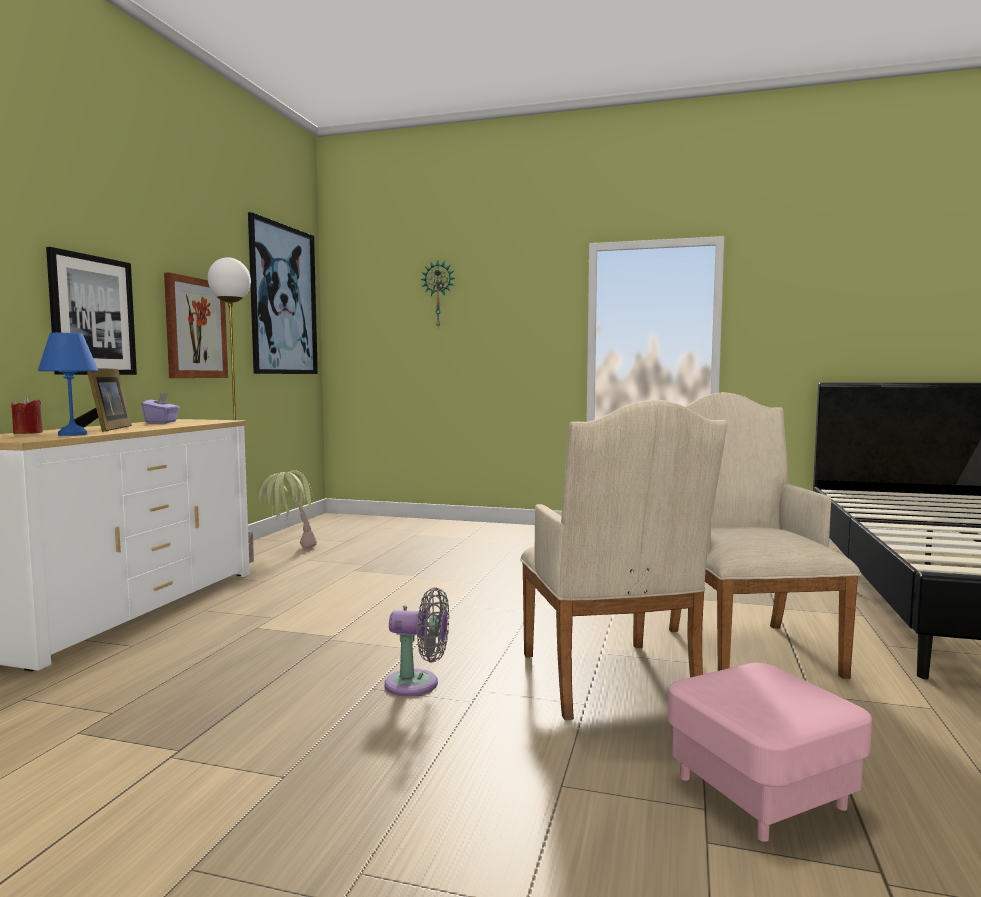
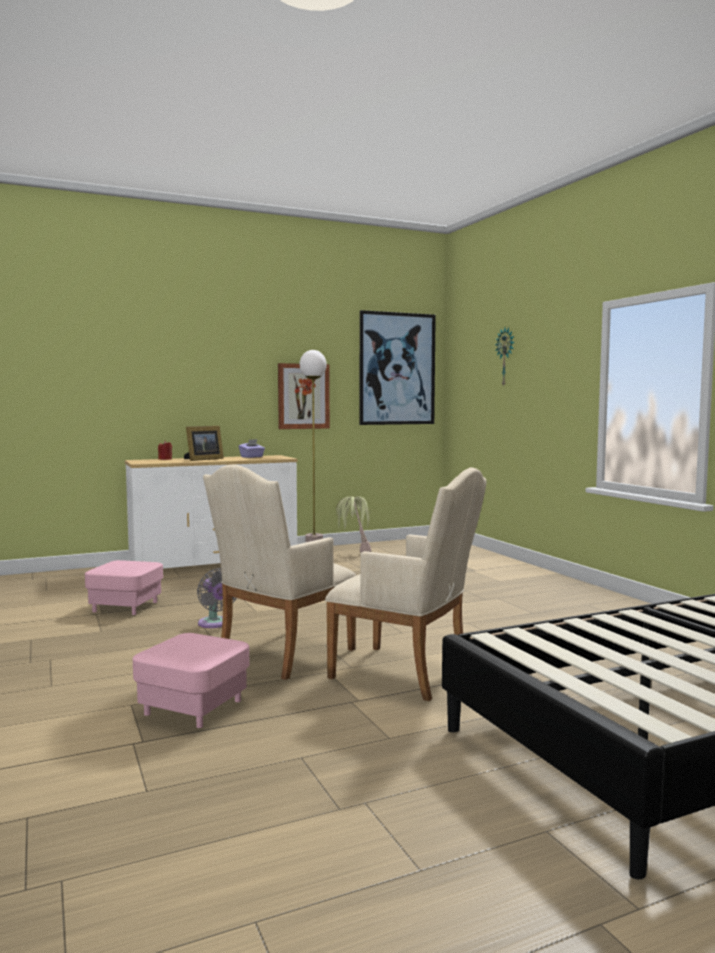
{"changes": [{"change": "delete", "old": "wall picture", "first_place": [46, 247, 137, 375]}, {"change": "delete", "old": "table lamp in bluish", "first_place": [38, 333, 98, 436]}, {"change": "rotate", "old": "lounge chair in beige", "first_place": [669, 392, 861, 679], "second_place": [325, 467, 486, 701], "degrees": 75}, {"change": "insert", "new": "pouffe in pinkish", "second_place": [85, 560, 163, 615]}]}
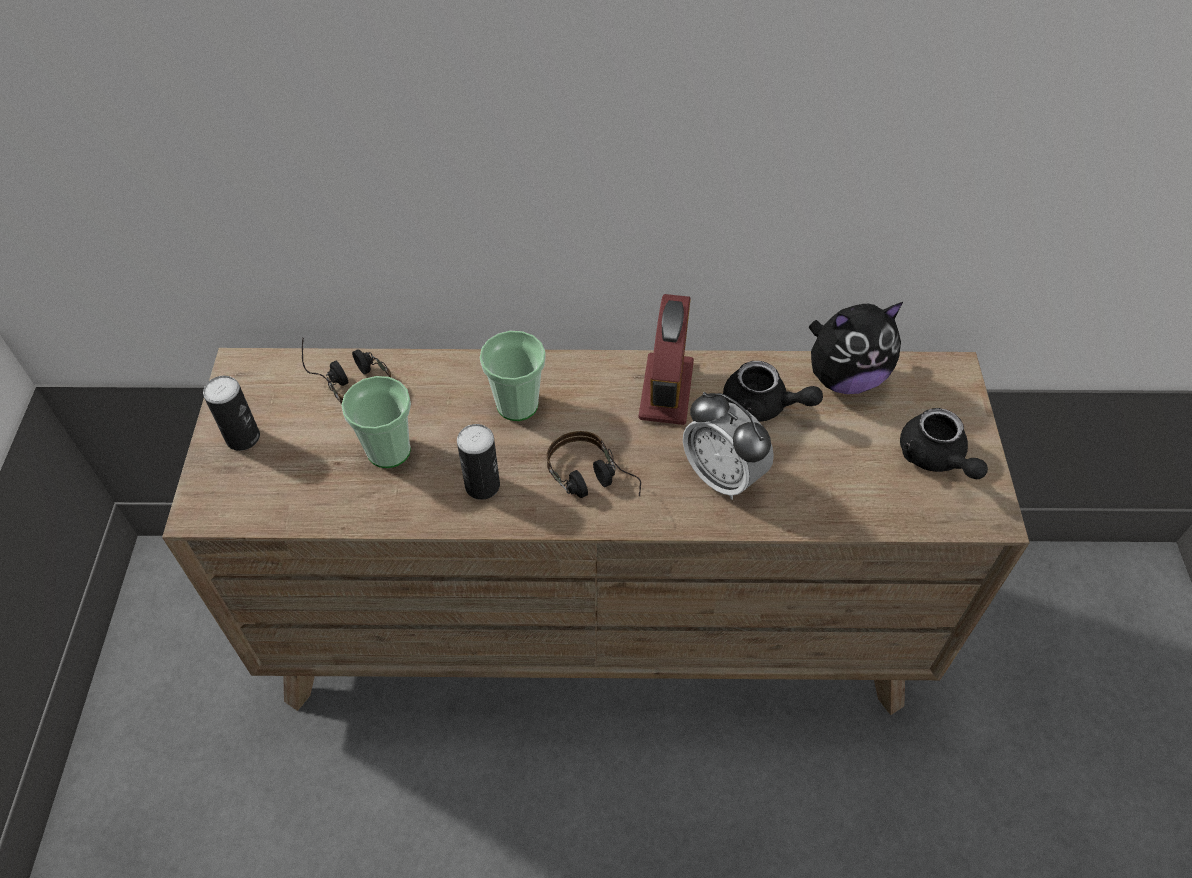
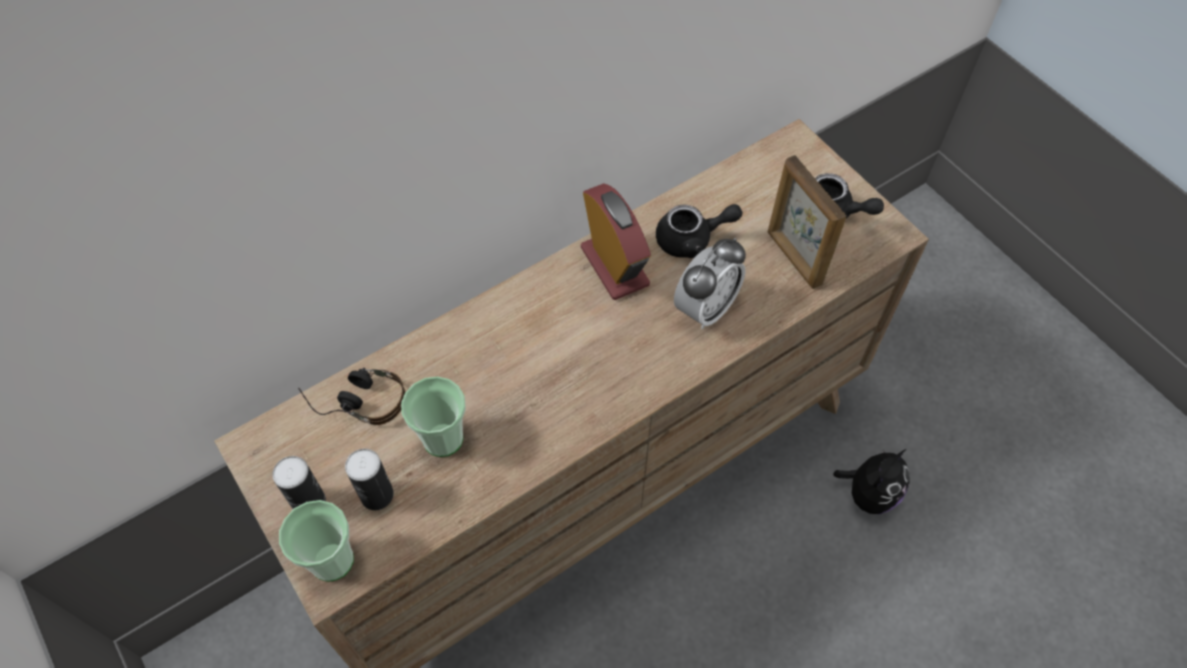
{"changes": [{"change": "move", "old": "soft toy", "first_place": [809, 302, 903, 394], "second_place": [833, 449, 910, 514]}, {"change": "move", "old": "small cup", "first_place": [480, 331, 546, 421], "second_place": [279, 500, 354, 582]}, {"change": "rotate", "old": "bedside clock", "first_place": [683, 392, 774, 500], "second_place": [674, 238, 746, 329], "degrees": -60}, {"change": "move", "old": "can", "first_place": [457, 424, 500, 500], "second_place": [345, 449, 394, 510]}, {"change": "delete", "old": "headphones", "first_place": [547, 431, 641, 498]}, {"change": "insert", "new": "photo frame", "second_place": [768, 155, 846, 289]}]}
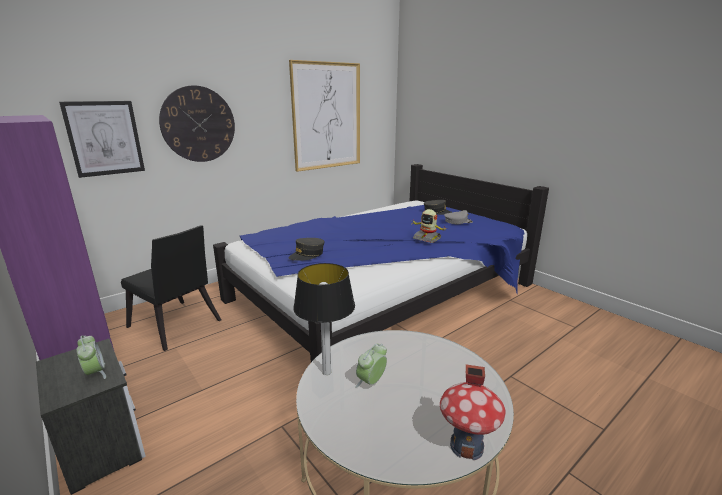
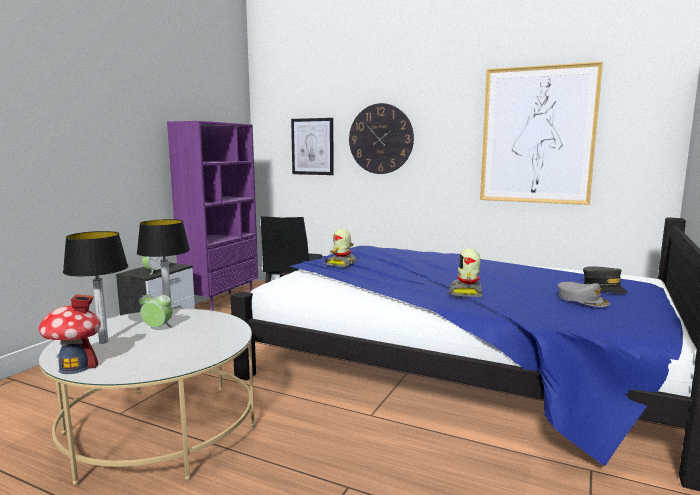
{"changes": [{"change": "replace", "old": "cap in gray", "new": "toy robot", "first_place": [288, 238, 324, 261], "second_place": [324, 229, 357, 267]}, {"change": "insert", "new": "table lamp", "second_place": [63, 231, 128, 344]}]}
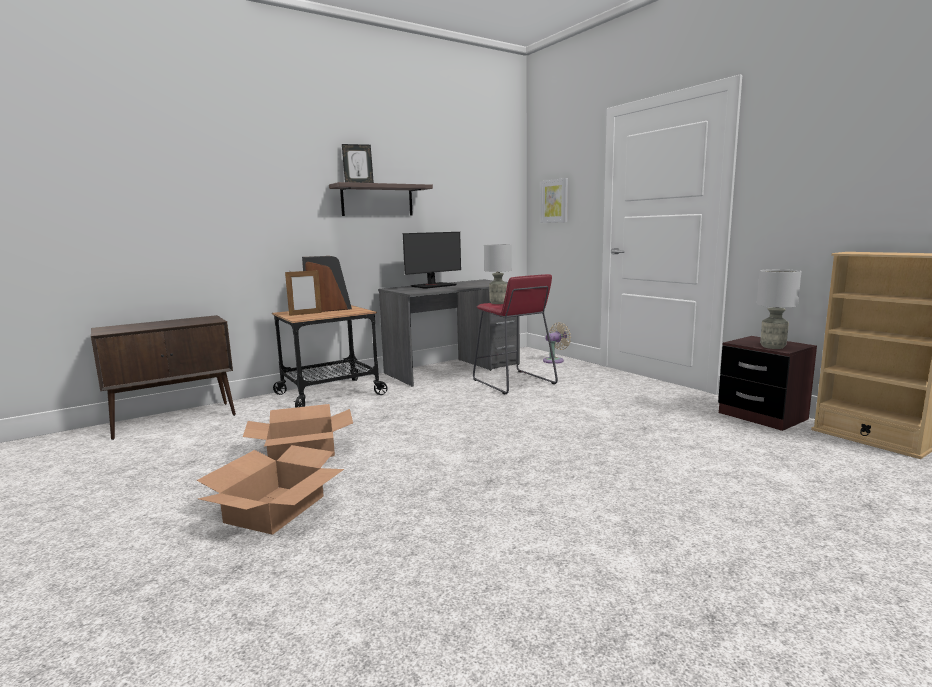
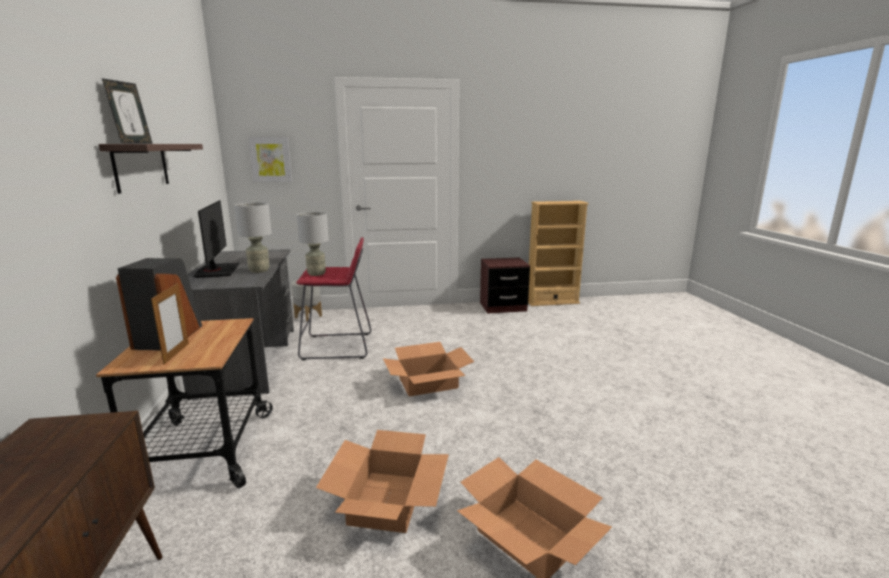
{"changes": [{"change": "move", "old": "table lamp in gray", "first_place": [757, 269, 801, 349], "second_place": [234, 202, 272, 273]}, {"change": "replace", "old": "cooling fan in beige", "new": "flower pot in gray", "first_place": [543, 322, 571, 364], "second_place": [292, 280, 322, 322]}, {"change": "insert", "new": "cardboard box", "second_place": [383, 342, 474, 397]}]}
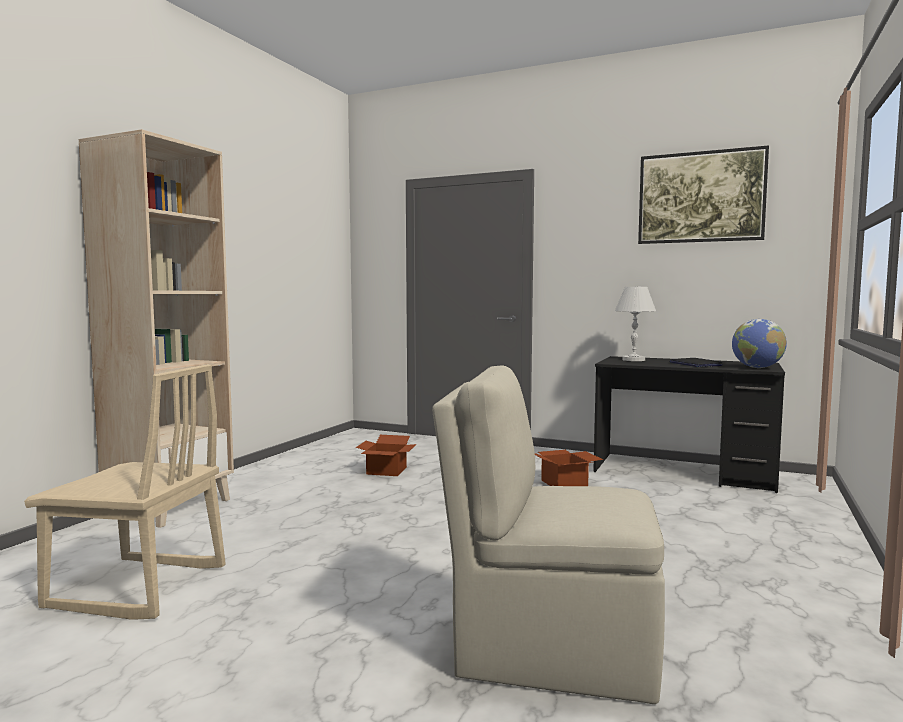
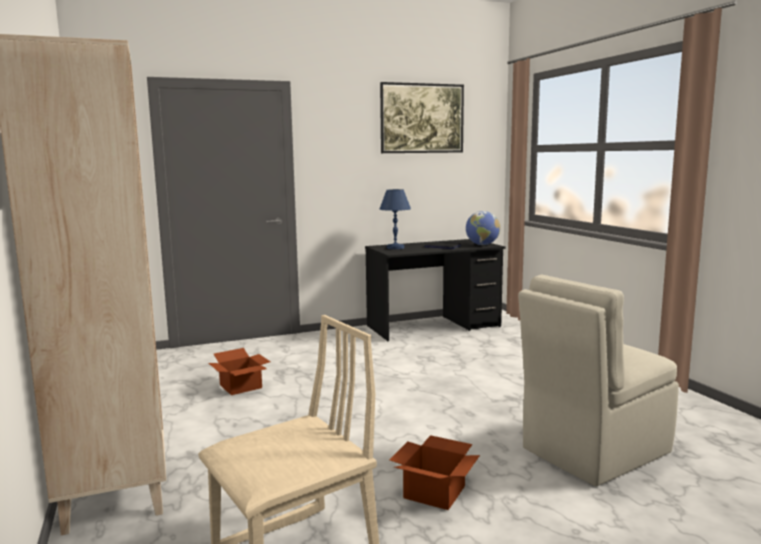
{"changes": [{"change": "recolor", "old": "table lamp in white", "new": "table lamp in bluish", "first_place": [615, 287, 656, 361], "second_place": [380, 189, 411, 249]}, {"change": "move", "old": "cardboard box", "first_place": [535, 450, 603, 486], "second_place": [389, 435, 480, 510]}]}
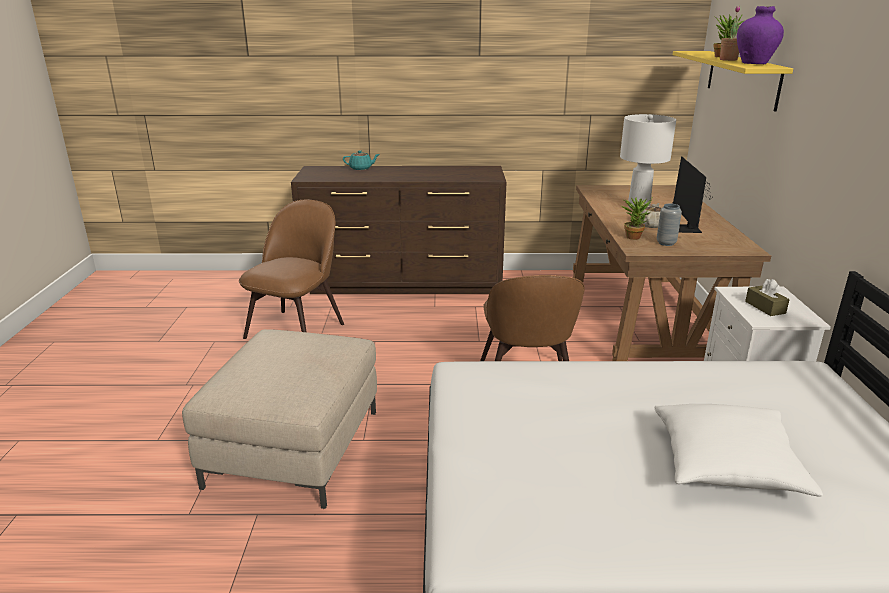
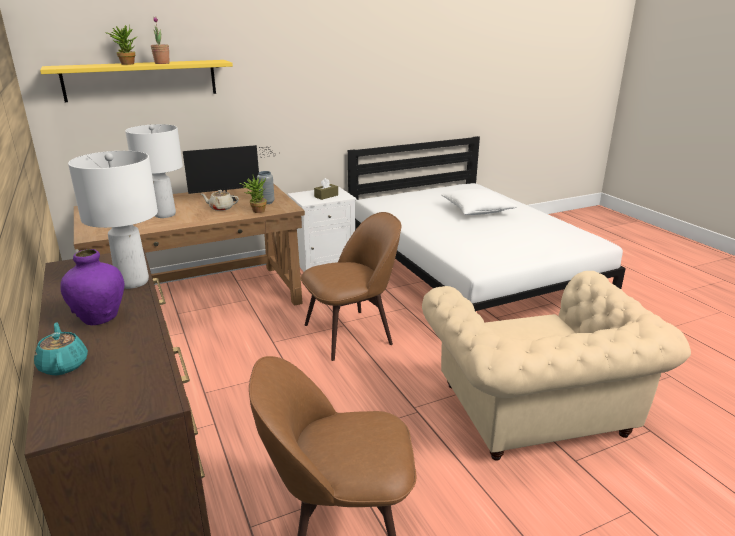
{"changes": [{"change": "move", "old": "flower vase in purplish", "first_place": [737, 6, 784, 64], "second_place": [60, 249, 124, 325]}, {"change": "replace", "old": "pouffe in beige", "new": "lounge chair in beige", "first_place": [182, 329, 377, 509], "second_place": [422, 271, 691, 461]}, {"change": "insert", "new": "table lamp in white", "second_place": [68, 151, 158, 289]}]}
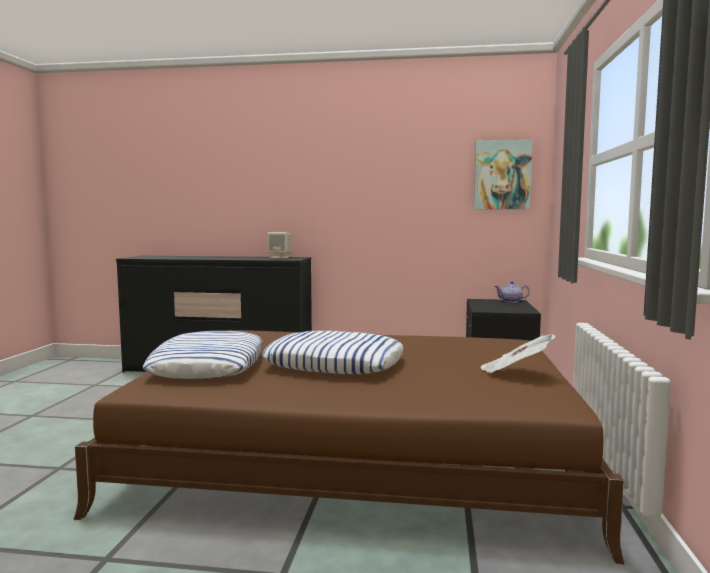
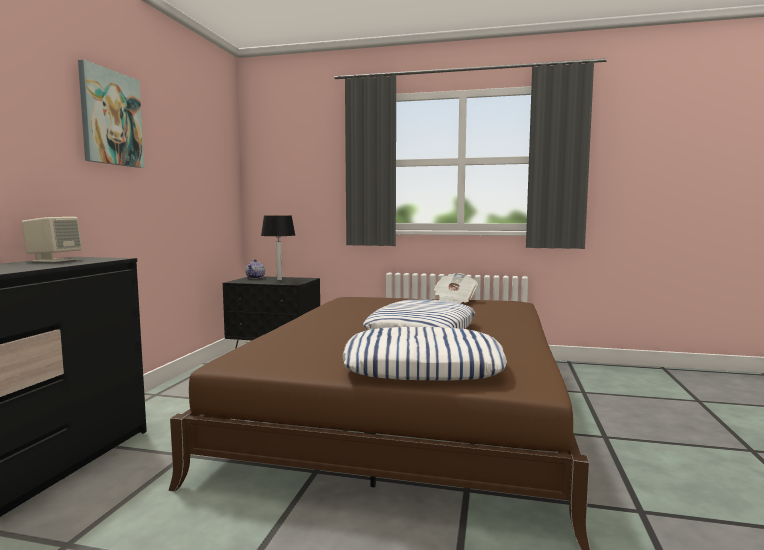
{"changes": [{"change": "move", "old": "wall picture", "first_place": [474, 139, 533, 209], "second_place": [78, 60, 144, 168]}, {"change": "insert", "new": "table lamp", "second_place": [261, 215, 296, 280]}]}
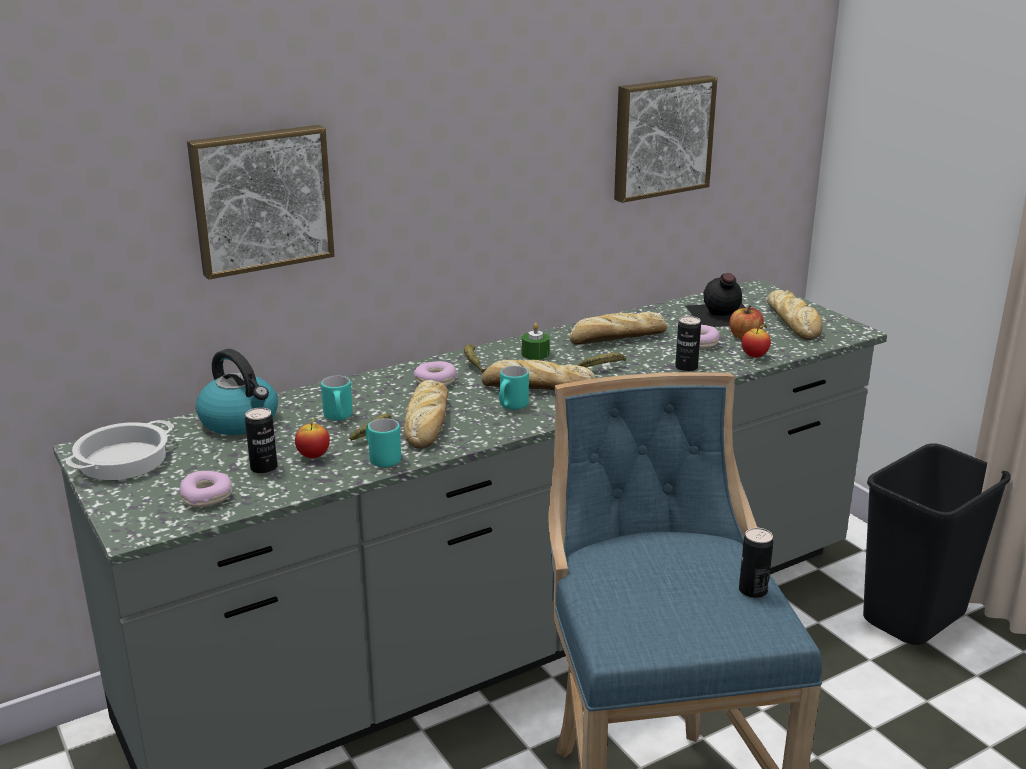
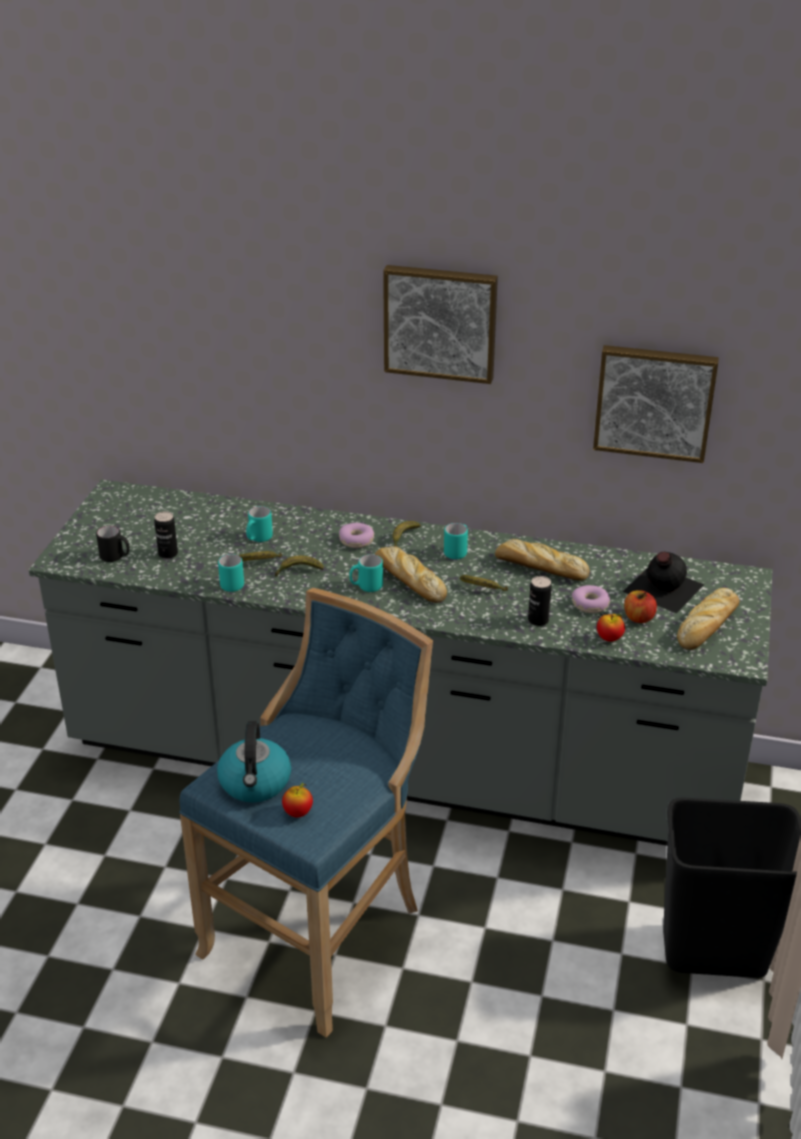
{"changes": [{"change": "move", "old": "wall picture", "first_place": [187, 125, 335, 280], "second_place": [383, 265, 498, 384]}, {"change": "replace", "old": "wax candle in greenish", "new": "coffee mug in blue-green", "first_place": [522, 323, 550, 360], "second_place": [444, 523, 468, 559]}, {"change": "move", "old": "tea kettle", "first_place": [196, 349, 278, 435], "second_place": [217, 721, 291, 802]}, {"change": "replace", "old": "baked bread", "new": "banana fruit", "first_place": [404, 380, 448, 449], "second_place": [275, 555, 324, 577]}, {"change": "move", "old": "apple fruit", "first_place": [295, 418, 330, 458], "second_place": [282, 783, 313, 817]}, {"change": "delete", "old": "saucepot", "first_place": [66, 420, 174, 480]}, {"change": "replace", "old": "ring doughnut", "new": "coffee mug in blackish", "first_place": [179, 471, 232, 508], "second_place": [96, 526, 130, 562]}, {"change": "delete", "old": "can", "first_place": [739, 528, 773, 598]}]}
